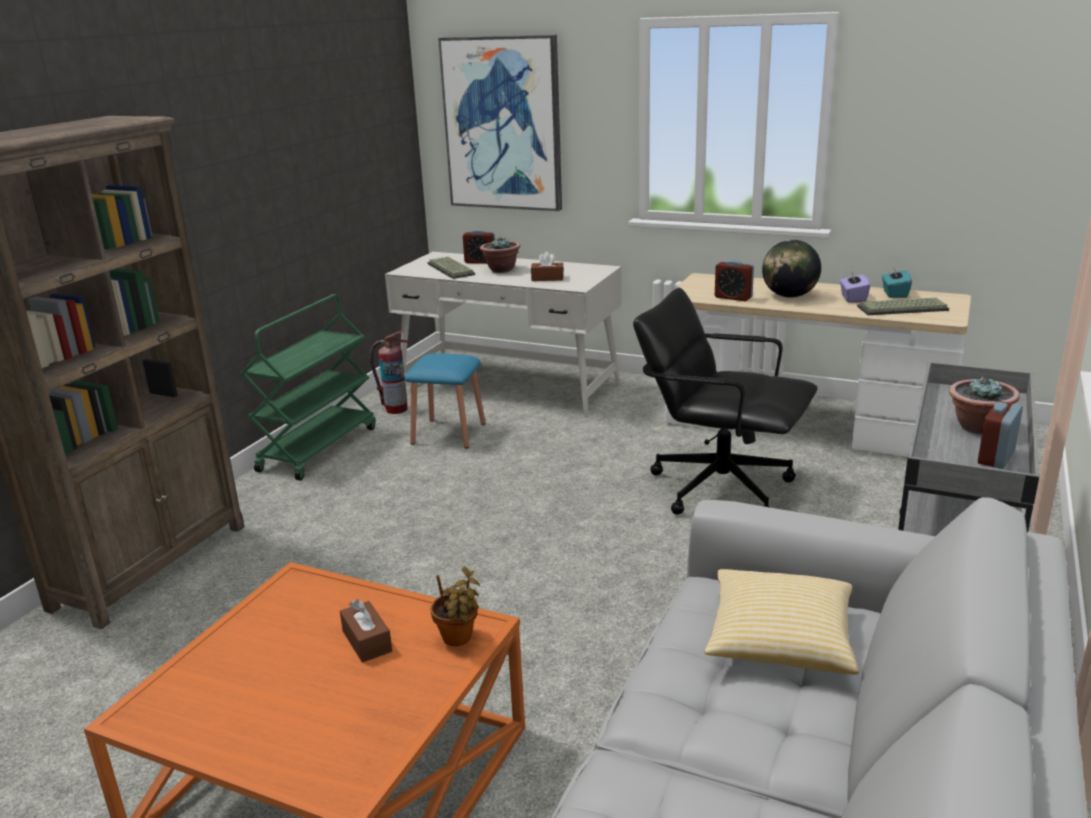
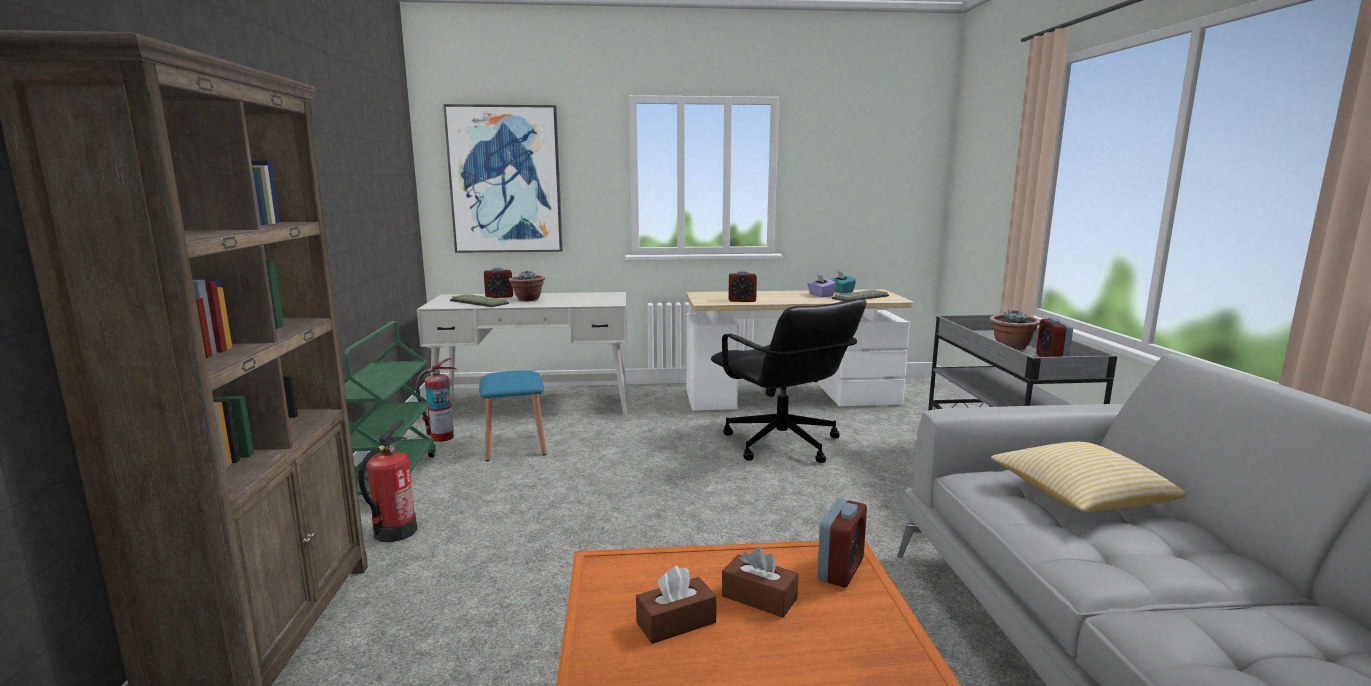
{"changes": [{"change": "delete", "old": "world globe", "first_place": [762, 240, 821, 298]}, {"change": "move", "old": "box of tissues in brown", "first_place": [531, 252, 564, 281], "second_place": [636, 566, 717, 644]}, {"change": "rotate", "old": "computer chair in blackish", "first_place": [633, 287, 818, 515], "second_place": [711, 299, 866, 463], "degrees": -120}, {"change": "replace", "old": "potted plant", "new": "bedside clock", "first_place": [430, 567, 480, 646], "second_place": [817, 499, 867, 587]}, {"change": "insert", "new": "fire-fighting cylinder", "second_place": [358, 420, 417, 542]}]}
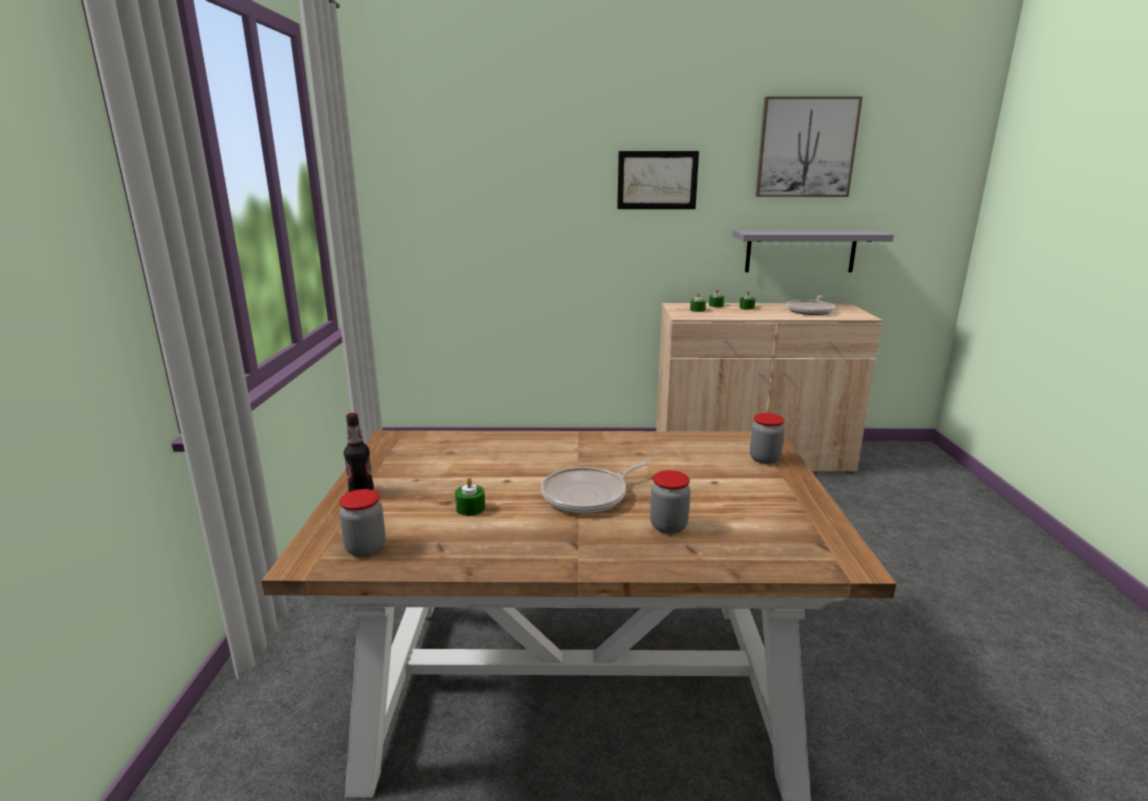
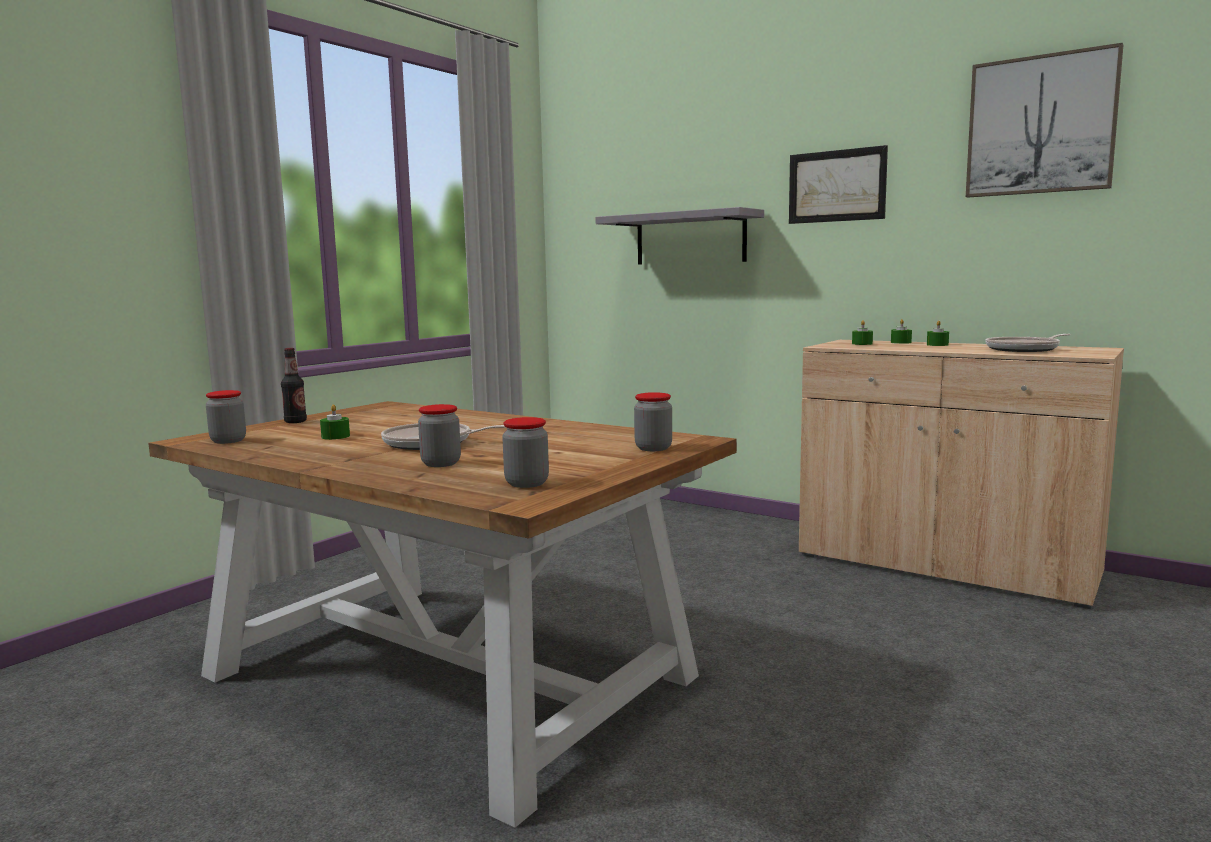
{"changes": [{"change": "move", "old": "bracket shelf in gray", "first_place": [733, 230, 894, 272], "second_place": [595, 207, 764, 265]}, {"change": "insert", "new": "preserve jar", "second_place": [502, 417, 549, 488]}]}
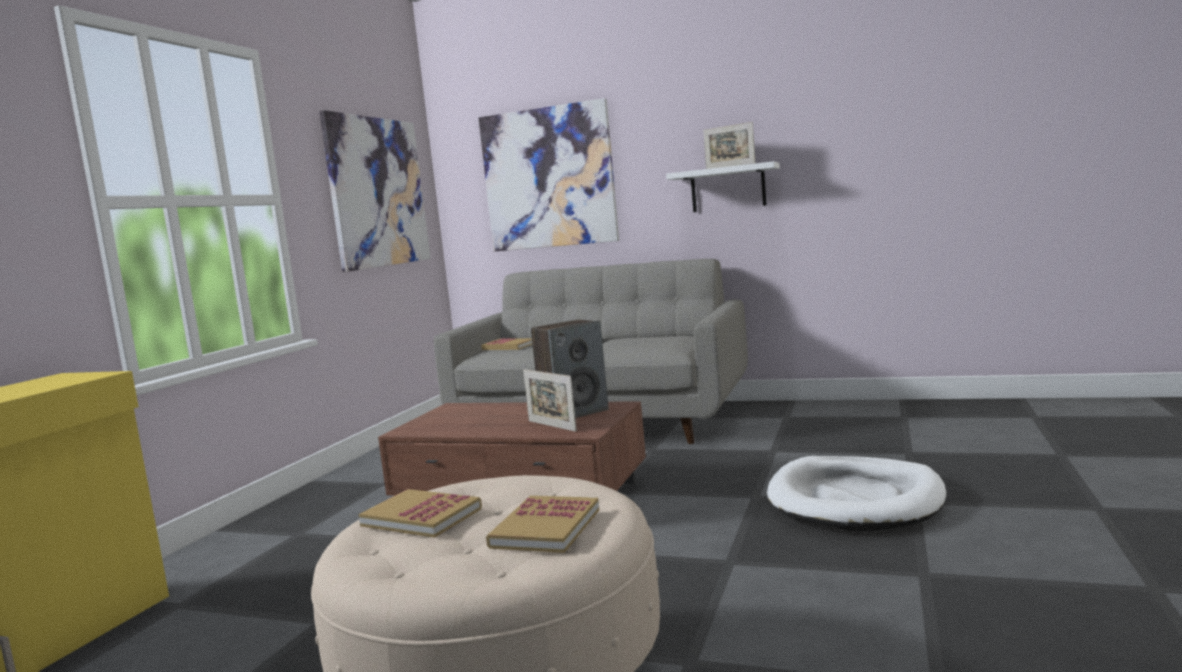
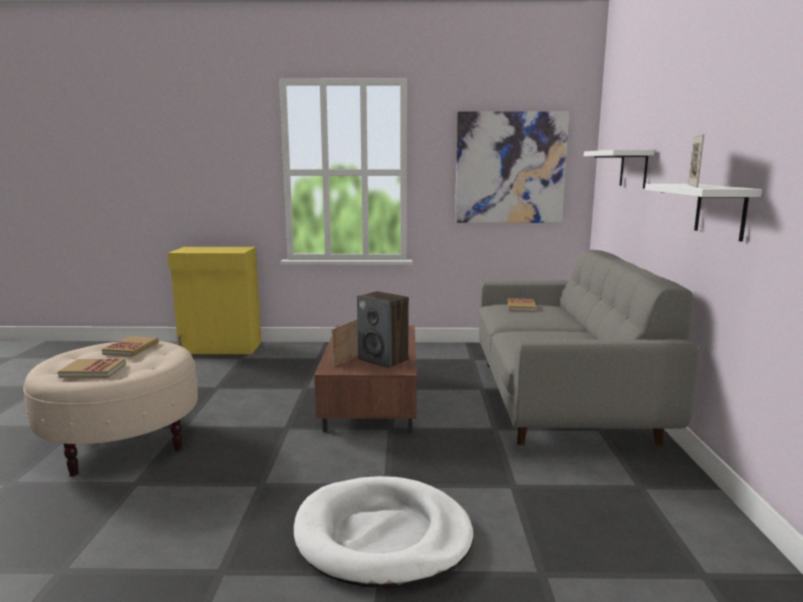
{"changes": [{"change": "replace", "old": "wall picture", "new": "bracket shelf in white", "first_place": [478, 98, 619, 252], "second_place": [584, 150, 655, 188]}]}
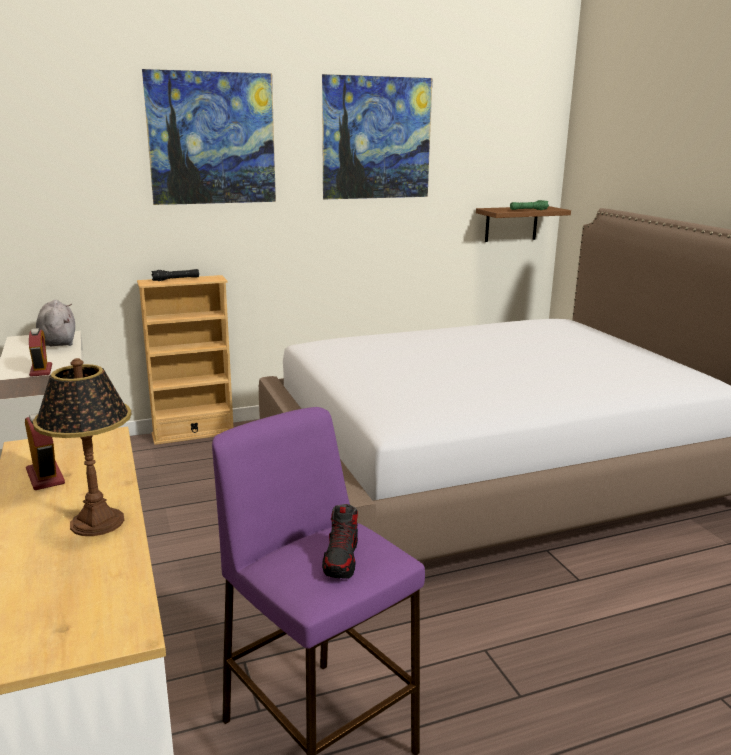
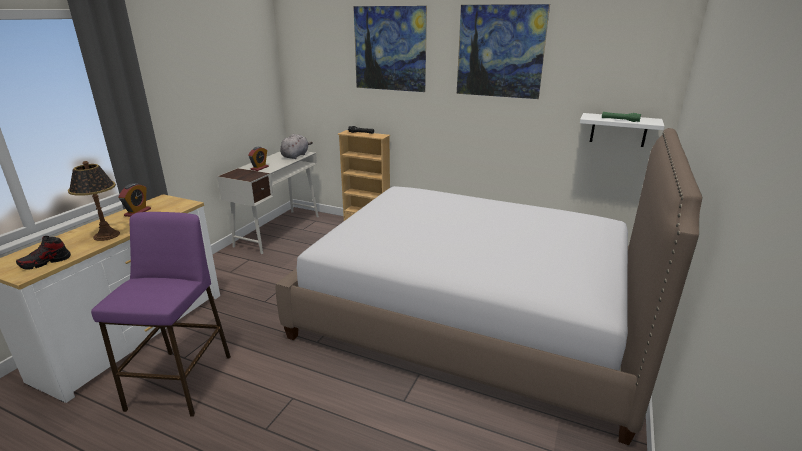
{"changes": [{"change": "recolor", "old": "bracket shelf in brown", "new": "bracket shelf in white", "first_place": [476, 206, 571, 242], "second_place": [580, 113, 664, 147]}, {"change": "move", "old": "shoe", "first_place": [322, 504, 358, 579], "second_place": [16, 236, 71, 270]}]}
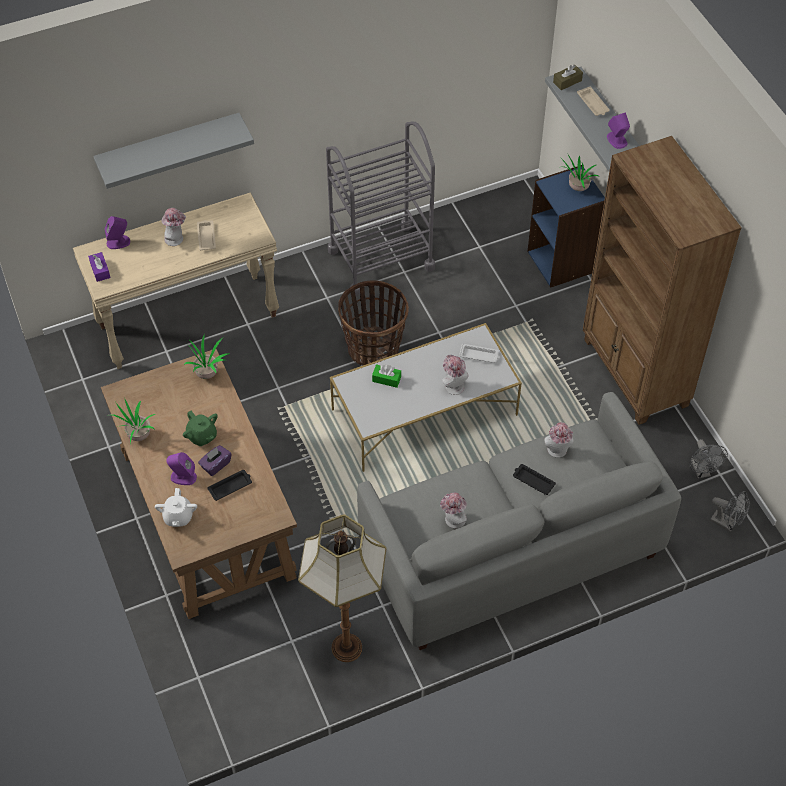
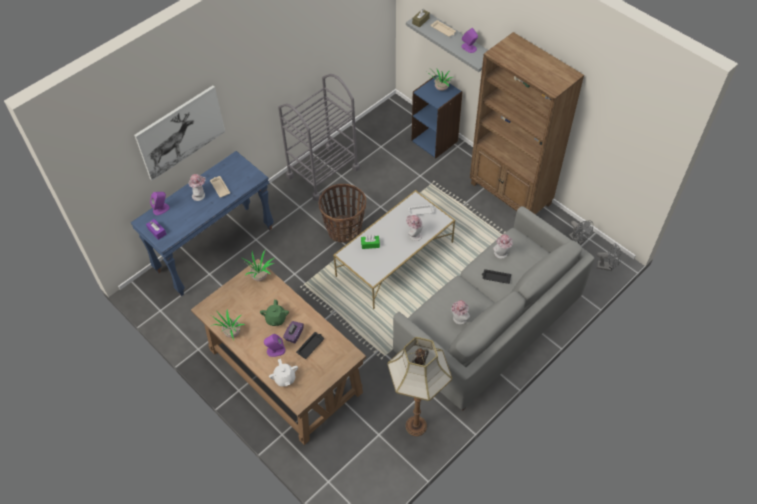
{"changes": [{"change": "replace", "old": "bracket shelf in gray", "new": "wall picture", "first_place": [93, 113, 254, 189], "second_place": [134, 85, 225, 180]}, {"change": "recolor", "old": "hall table in beige", "new": "hall table in bluish", "first_place": [73, 192, 279, 369], "second_place": [131, 151, 274, 296]}, {"change": "rotate", "old": "pot for tea in greenish", "first_place": [183, 411, 218, 446], "second_place": [260, 300, 289, 326], "degrees": 60}]}
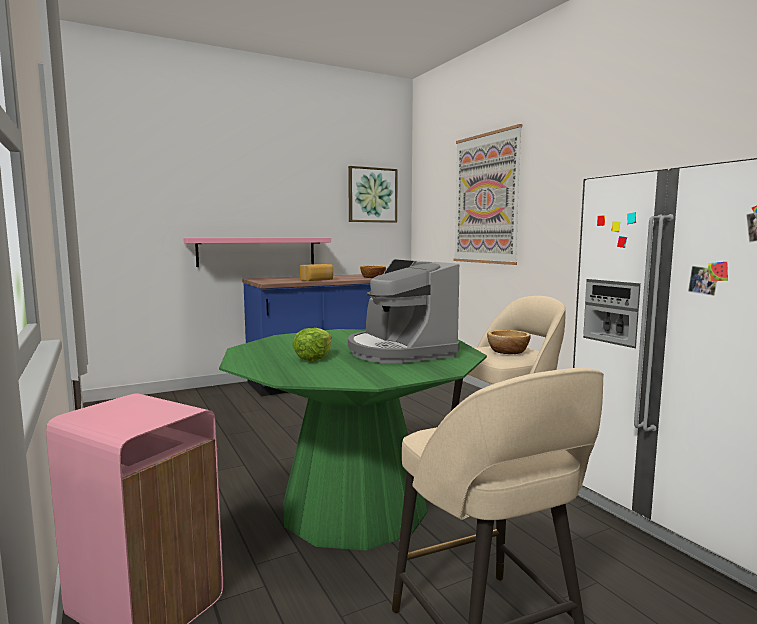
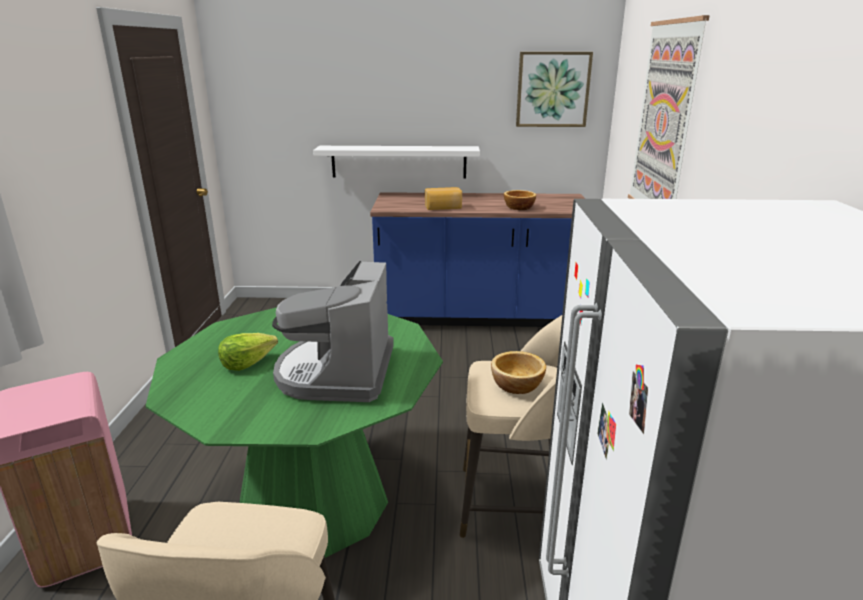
{"changes": [{"change": "recolor", "old": "bracket shelf in pinkish", "new": "bracket shelf in white", "first_place": [183, 238, 331, 267], "second_place": [313, 146, 480, 178]}]}
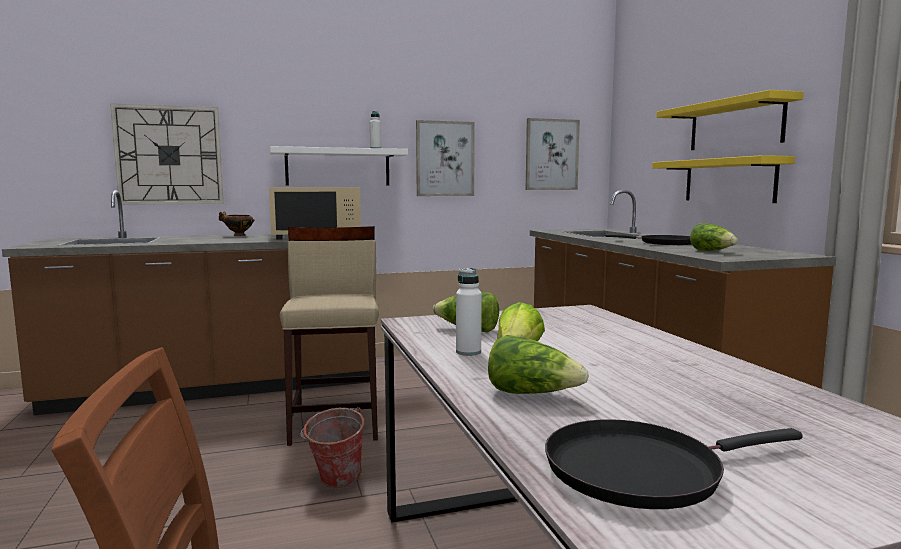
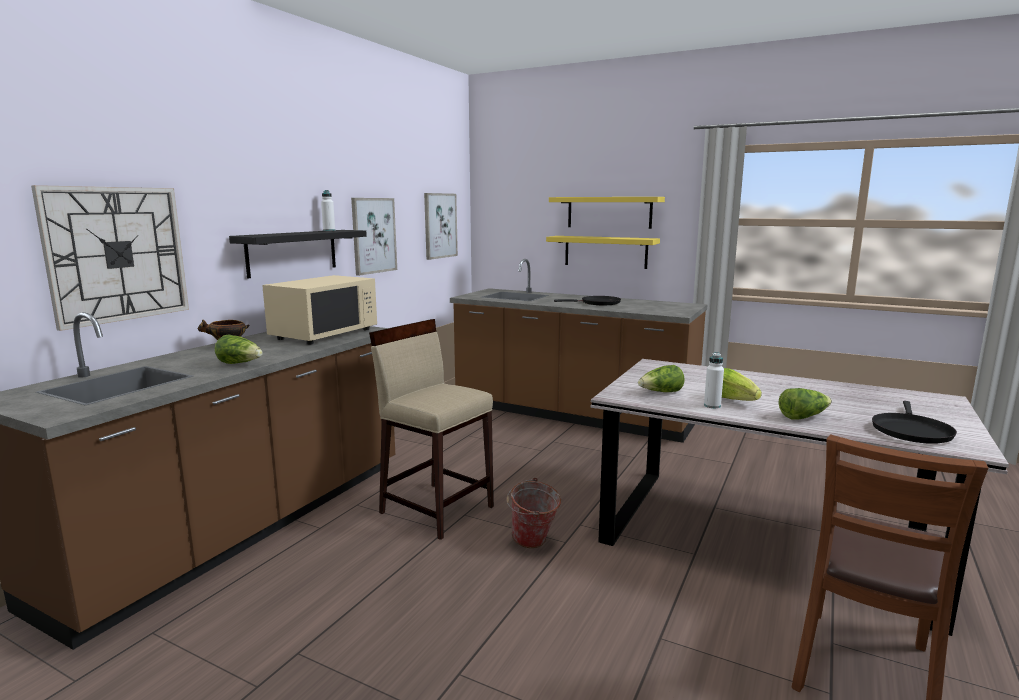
{"changes": [{"change": "recolor", "old": "bracket shelf in white", "new": "bracket shelf in blackish", "first_place": [270, 146, 408, 186], "second_place": [229, 230, 367, 278]}, {"change": "move", "old": "lettuce", "first_place": [690, 223, 738, 251], "second_place": [215, 334, 263, 364]}]}
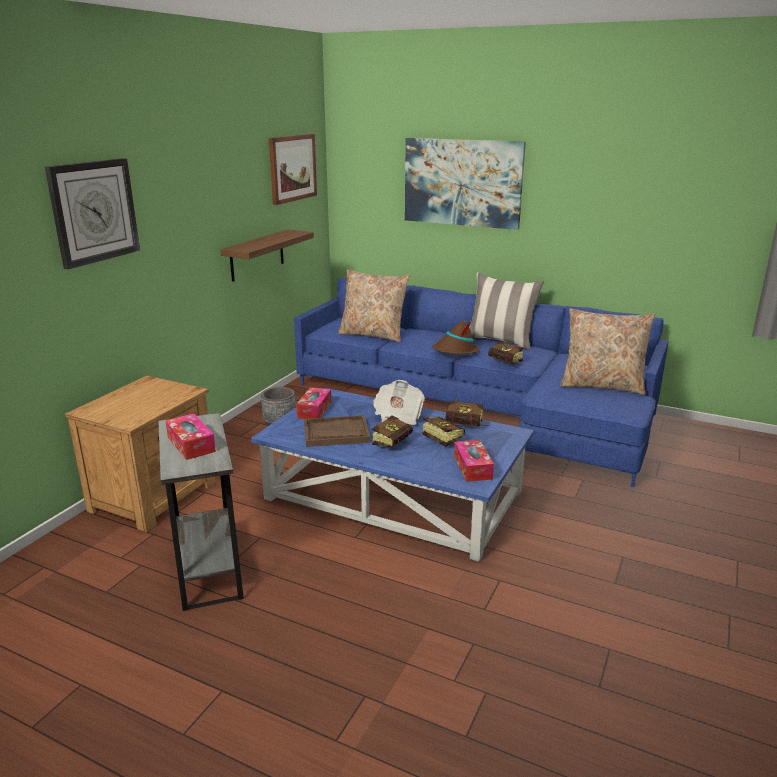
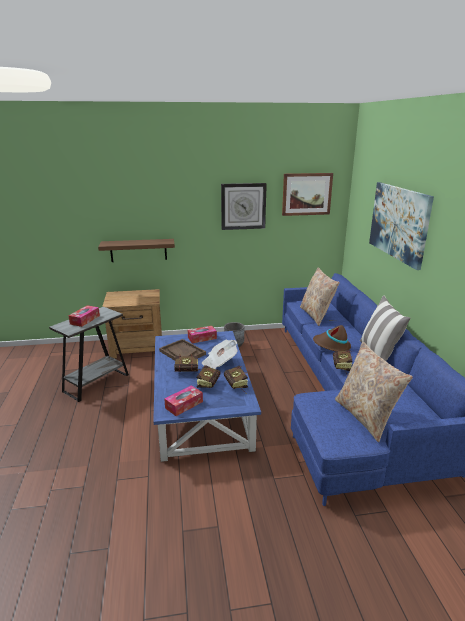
{"changes": [{"change": "move", "old": "clock on the wall", "first_place": [45, 158, 140, 269], "second_place": [221, 183, 267, 230]}, {"change": "move", "old": "bracket shelf", "first_place": [221, 229, 314, 282], "second_place": [98, 239, 175, 262]}]}
